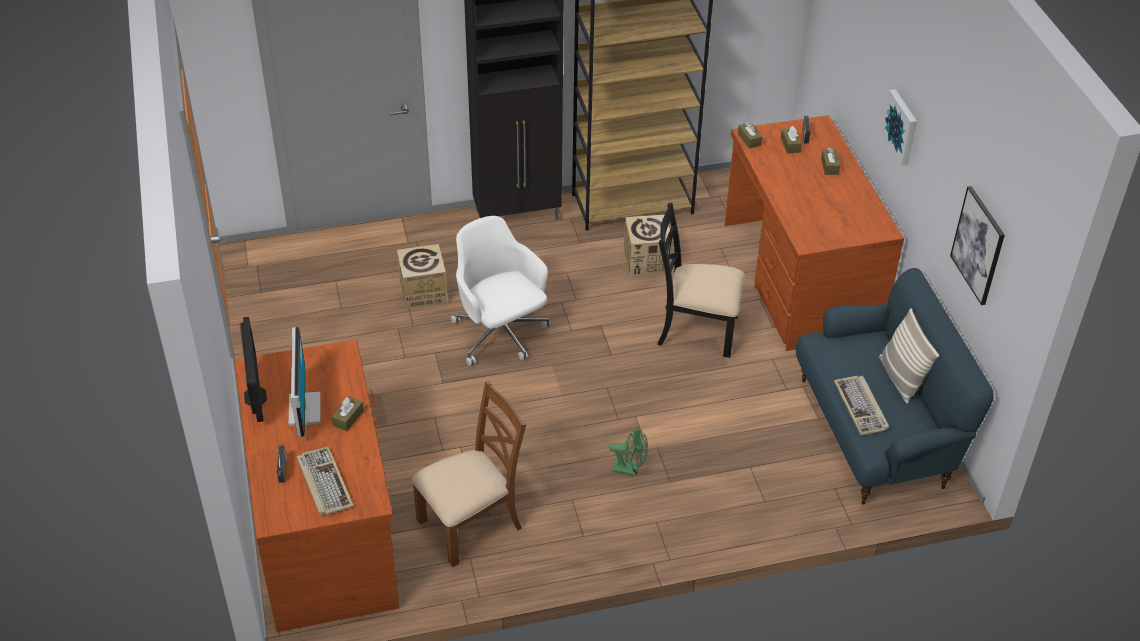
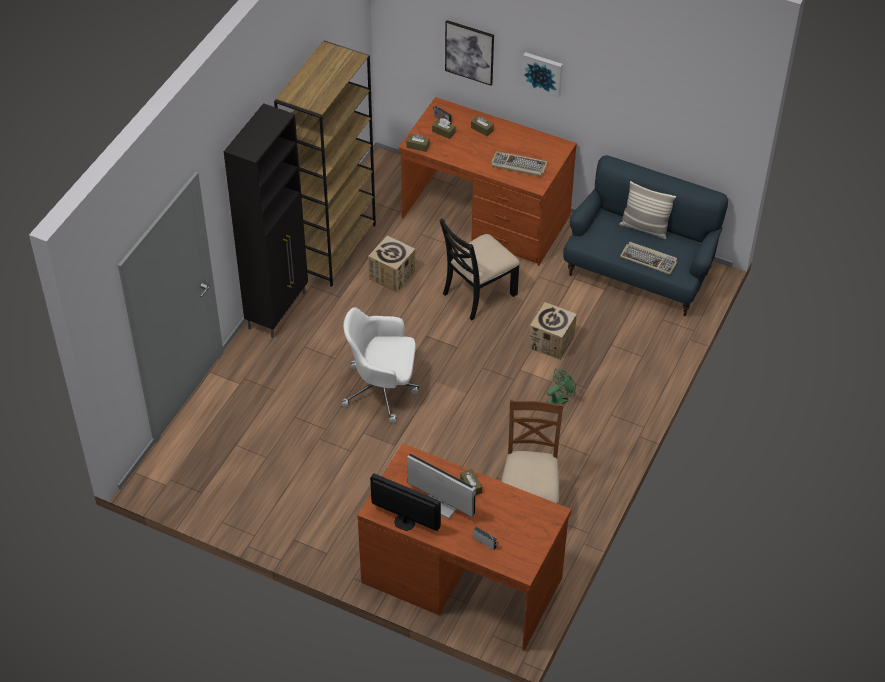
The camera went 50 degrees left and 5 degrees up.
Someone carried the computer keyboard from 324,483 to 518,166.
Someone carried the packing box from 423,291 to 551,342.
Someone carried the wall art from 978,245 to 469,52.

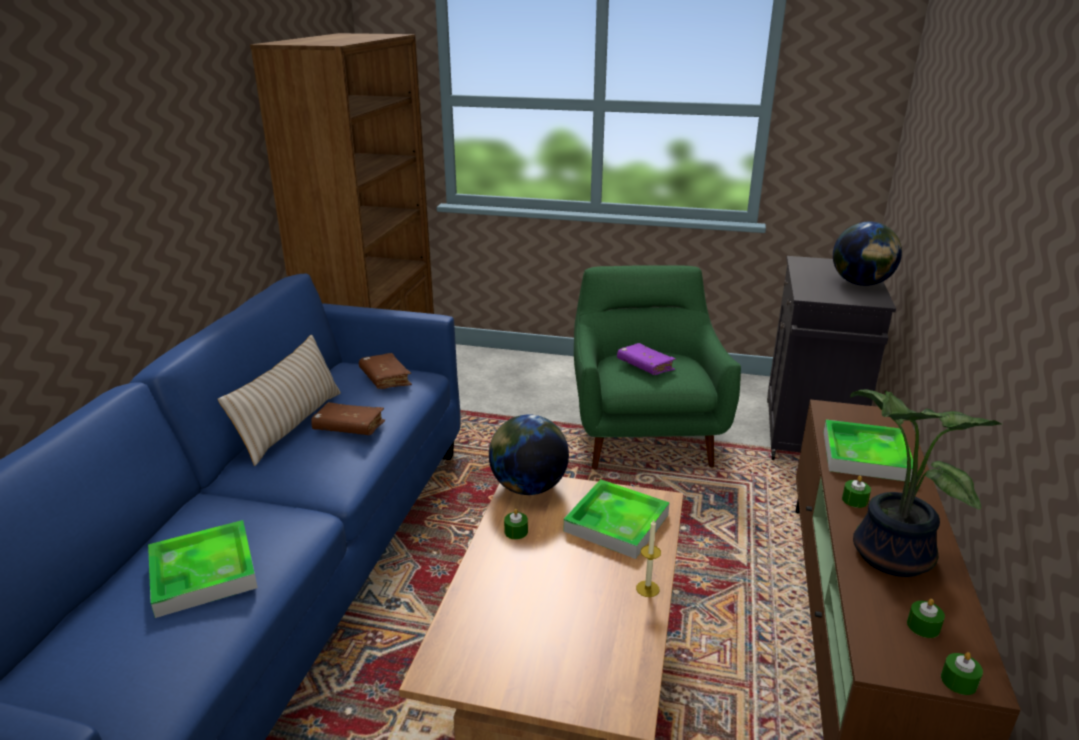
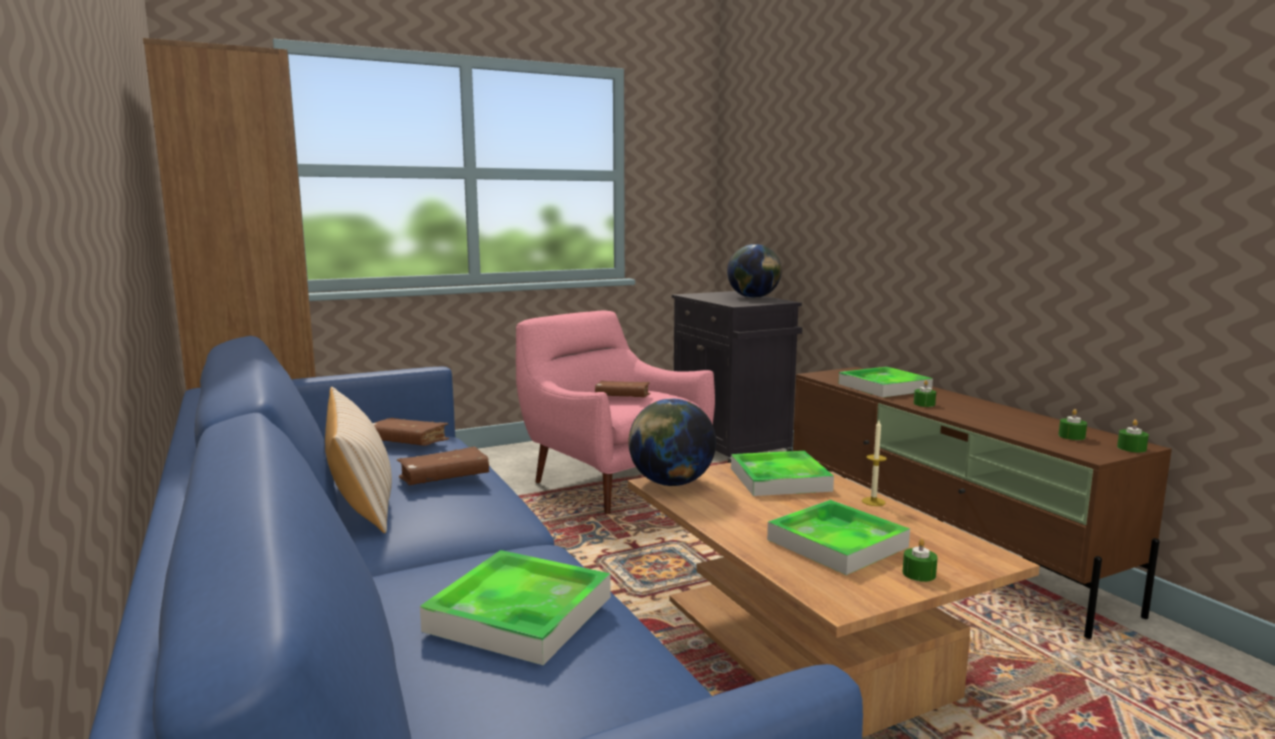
The camera went 40 degrees left and 15 degrees down.
Someone carried the wax candle/greenish from 516,531 to 919,574.
Someone repainted the armchair/greenish at 643,434, which became the armchair/pink-coloured at 611,481.
Someone repainted the bound book/purplish at 645,366, which became the bound book/brown-coloured at 622,397.
Someone took away the plant in a pot at 886,554.
Someone put down the tray at 837,543.

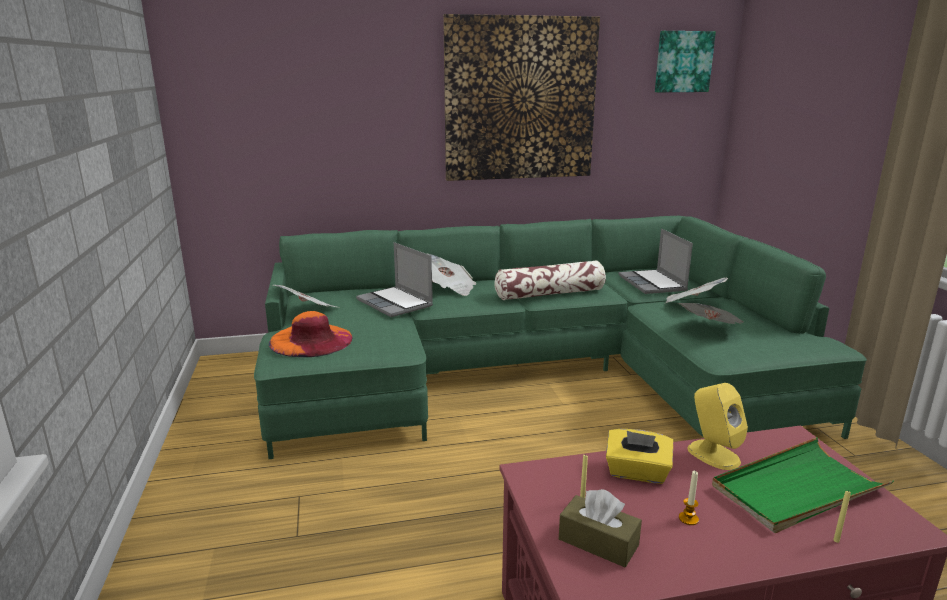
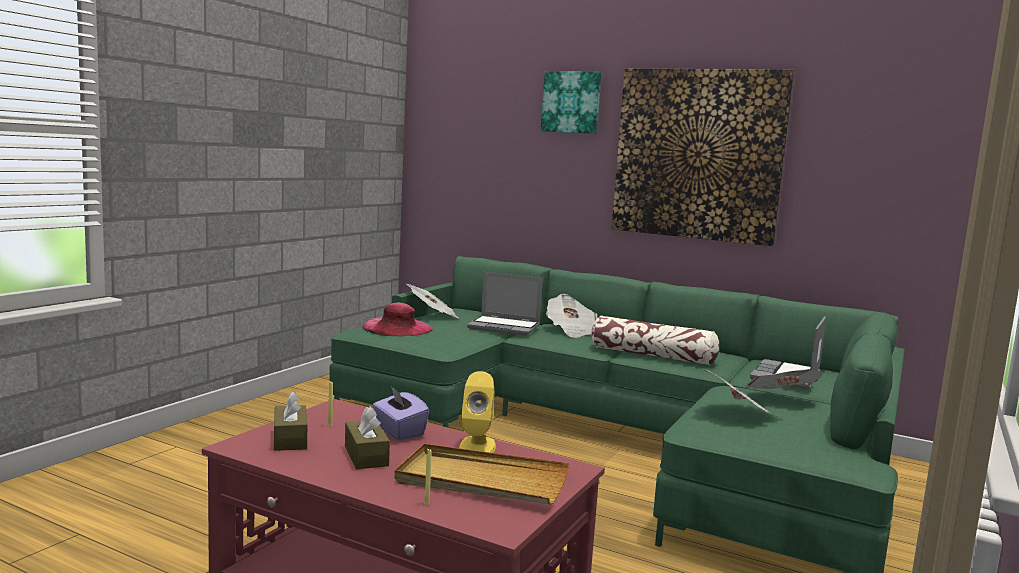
The camera went 40 degrees right and 10 degrees down.
Someone repainted the wearable hat/orange-coloured at 311,340, which became the wearable hat/pink-coloured at 397,327.
Someone rotated the portable computer at 396,303 by 75 degrees counterclockwise.
Someone repainted the tissue holder/yellowish at 637,473, which became the tissue holder/purplish at 399,431.
Someone carried the wall art from 683,62 to 571,102.
Someone swapped the wax candle at 688,519 for the tissue holder/brown-coloured at 366,456.
Someone repainted the tray/greenish at 797,489, which became the tray/beige-coloured at 481,481.

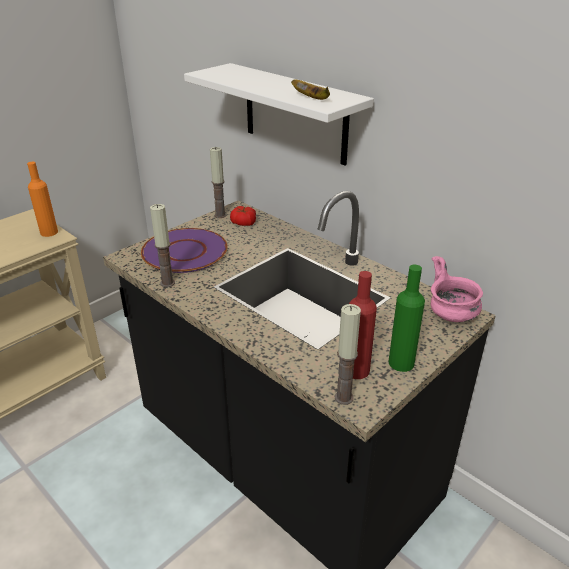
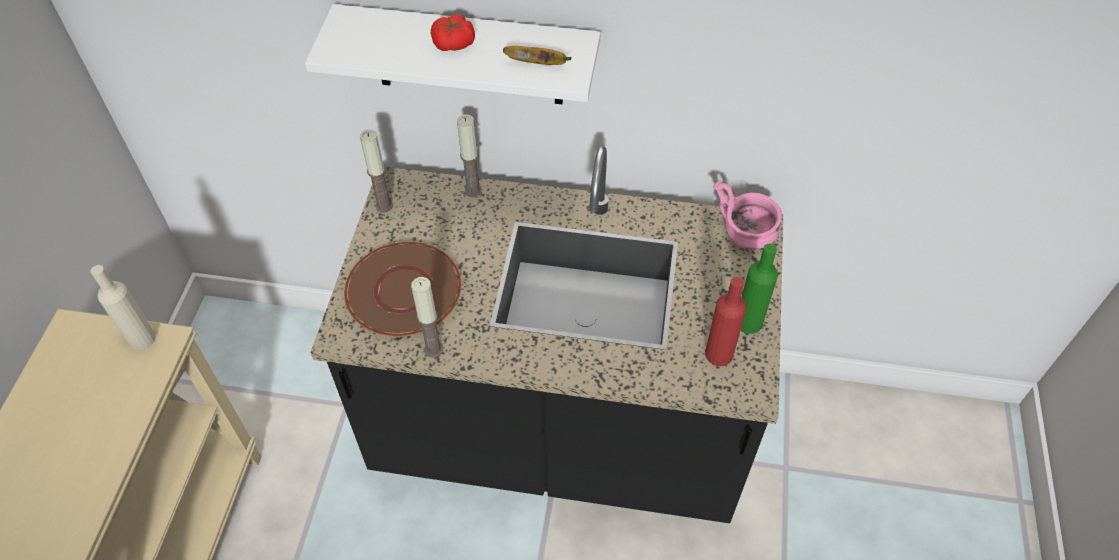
The camera went 35 degrees left and 20 degrees up.
Someone repainted the drink bottle/orange-coloured at 49,232, which became the drink bottle/beige-coloured at 142,339.
Someone repainted the dinner plate/purplish at 185,251, which became the dinner plate/brown-coloured at 404,290.
Someone carried the whole tomato from 243,223 to 454,43.
Someone carried the wax candle from 344,398 to 473,191.

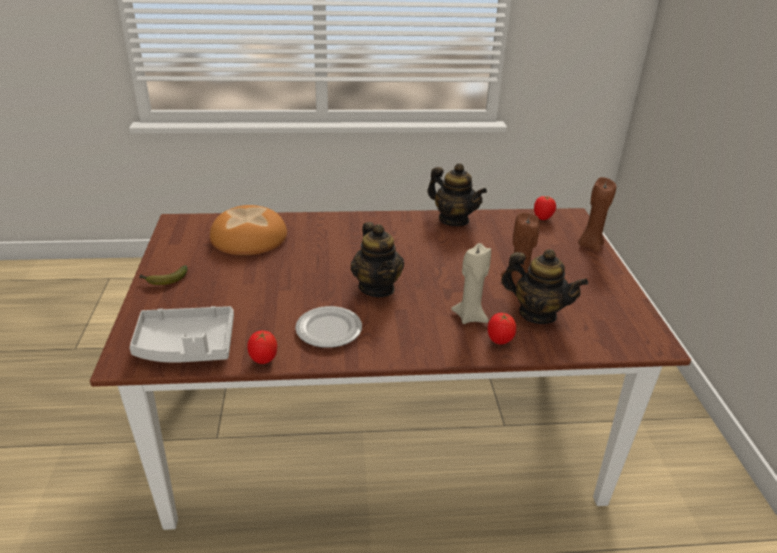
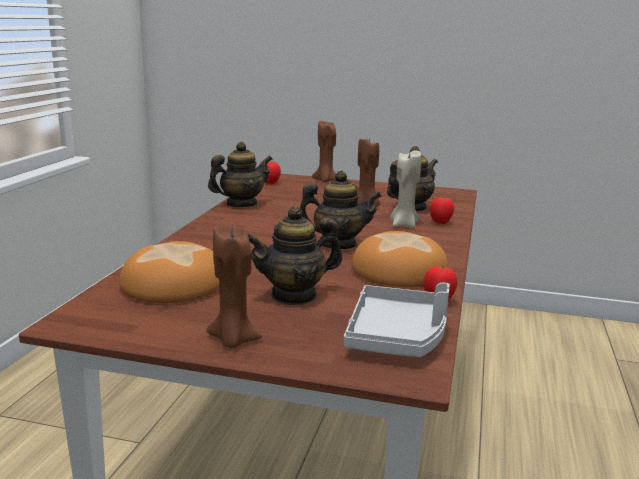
The camera went 70 degrees left and 15 degrees down.
Someone swapped the banana fruit at 164,280 for the wax candle/brown-coloured at 233,340.
Someone swapped the dinner plate at 329,329 for the baked bread at 398,270.
Someone put down the teapot at 294,295.

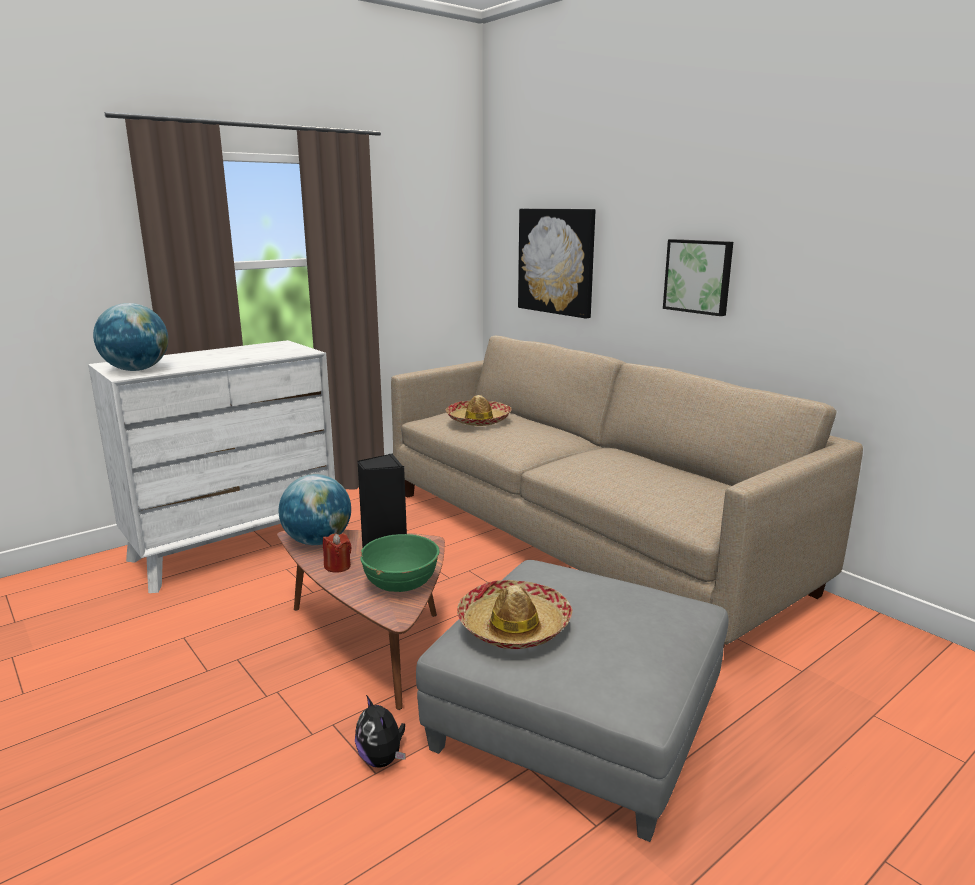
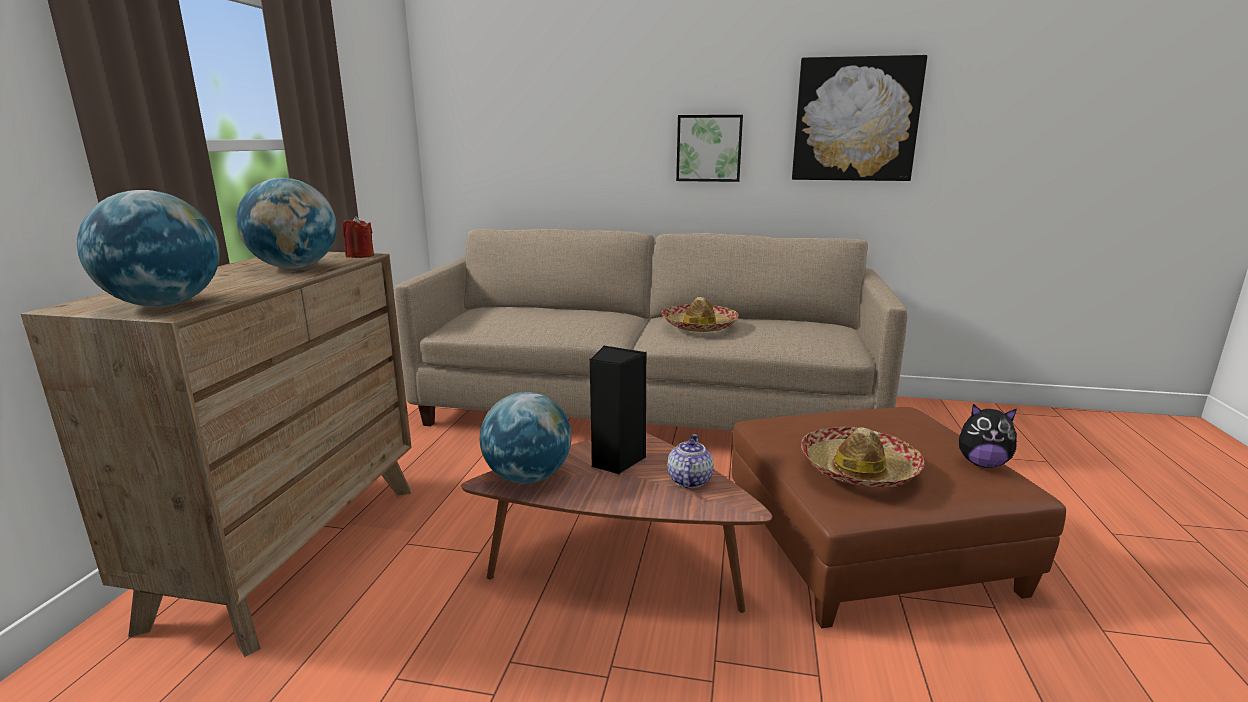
The camera went 40 degrees left and 0 degrees up.
Someone repainted the dresser/white at 234,548, which became the dresser/brown-coloured at 293,549.
Someone carried the wax candle/red-coloured from 337,566 to 360,256.
Someone carried the cuddly toy from 382,759 to 982,463.
Someone swapped the deep dish/greenish at 401,584 for the teapot at 689,480.
Someone repainted the footrest/grey at 578,722, which became the footrest/brown-coloured at 869,544.
Someone carried the wearable hat from 478,420 to 698,326.
Someone carried the wall art from 556,261 to 855,120.
Someone put down the desk globe at 295,267.

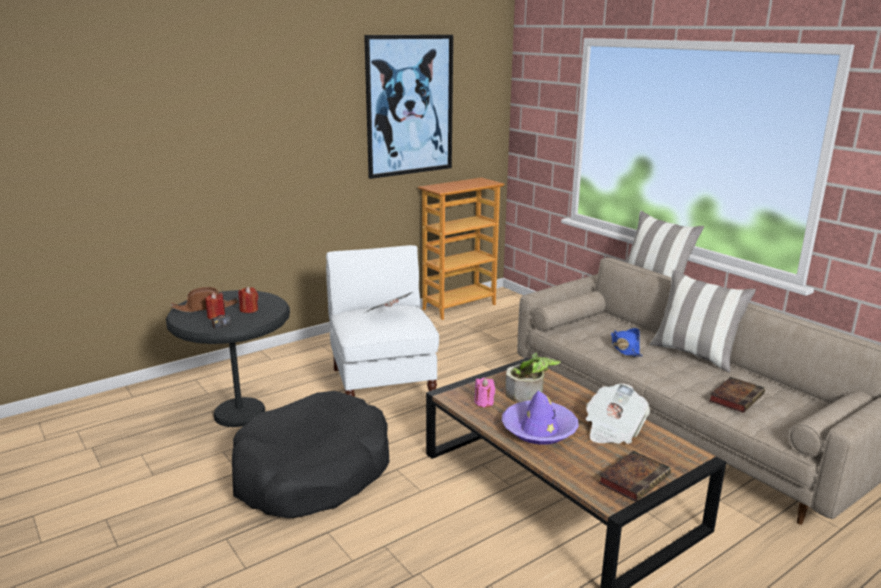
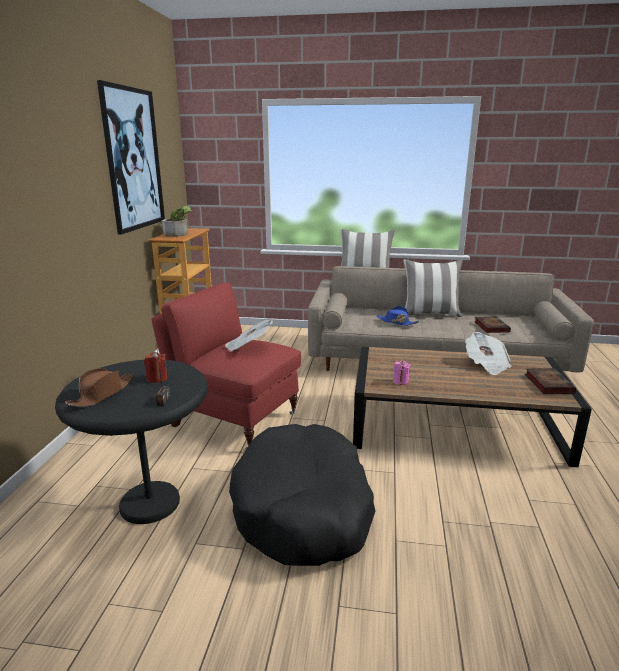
The camera went 45 degrees left and 0 degrees up.
Someone took away the wax candle/red-coloured at 216,316.
Someone repainted the armchair/white at 382,385, which became the armchair/red-coloured at 234,419.
Someone took away the wearable hat/purplish at 539,429.
Someone carried the plant in a pot from 529,394 to 179,234.

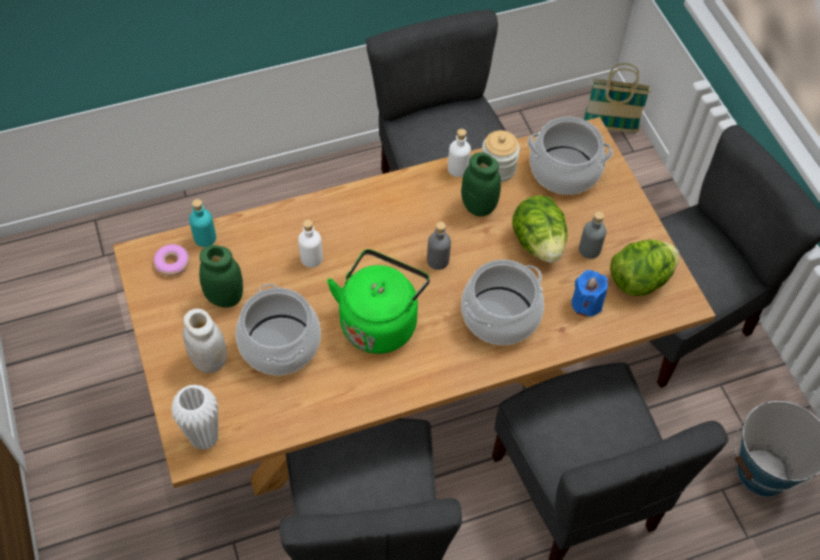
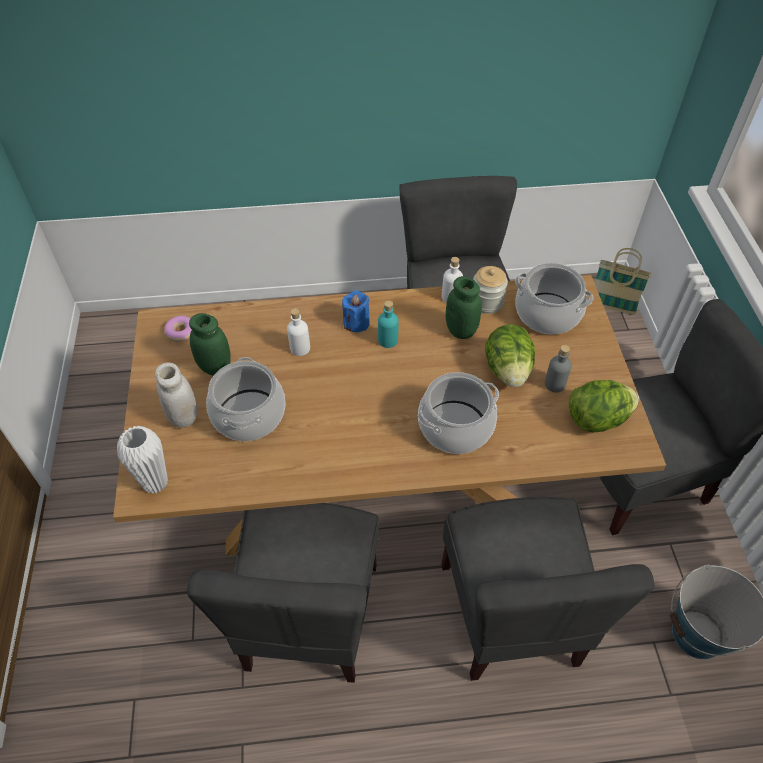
The camera went 15 degrees right and 5 degrees down.
Someone carried the drink bottle/blue-green from 205,238 to 388,340.
Someone took away the tea kettle/greenish at 380,321.
Someone took away the drink bottle/grey at 438,260.
Someone carried the wax candle/blue from 586,303 to 356,323.

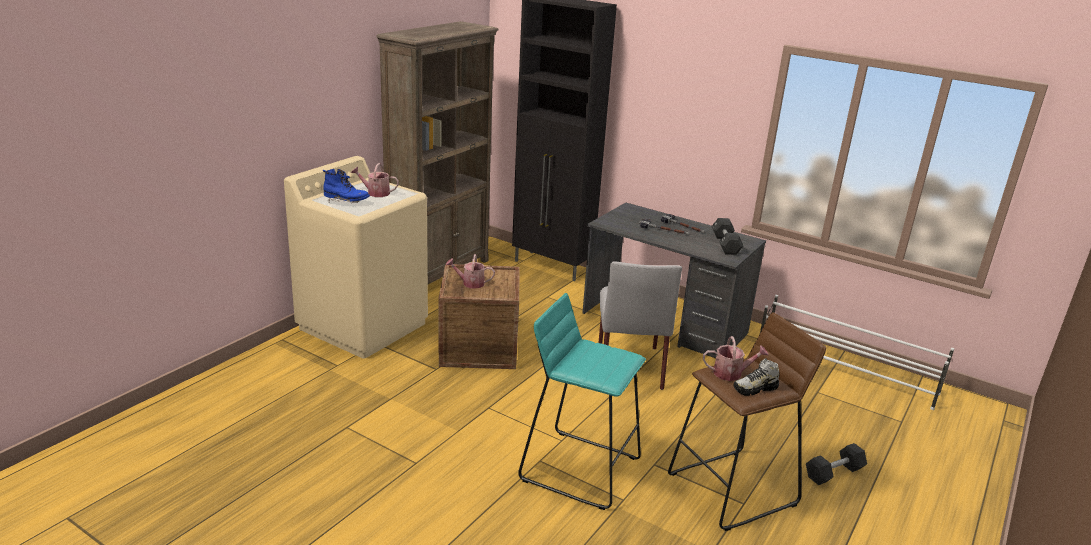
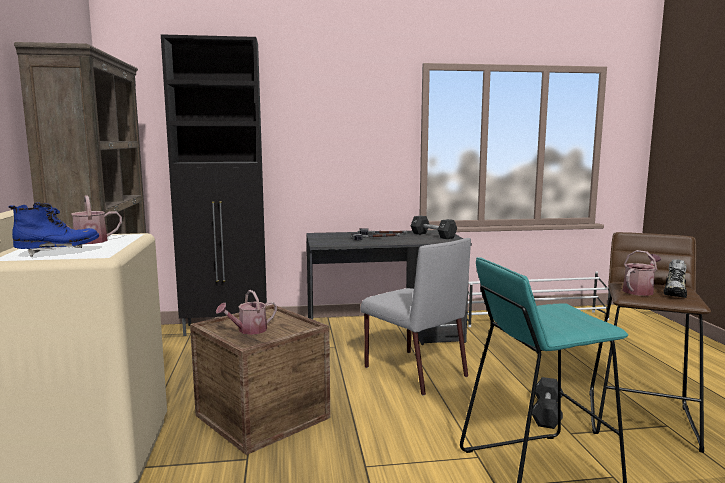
The camera went 40 degrees left and 15 degrees down.
Someone carried the dumbbell/black-coloured from 834,473 to 546,413.

